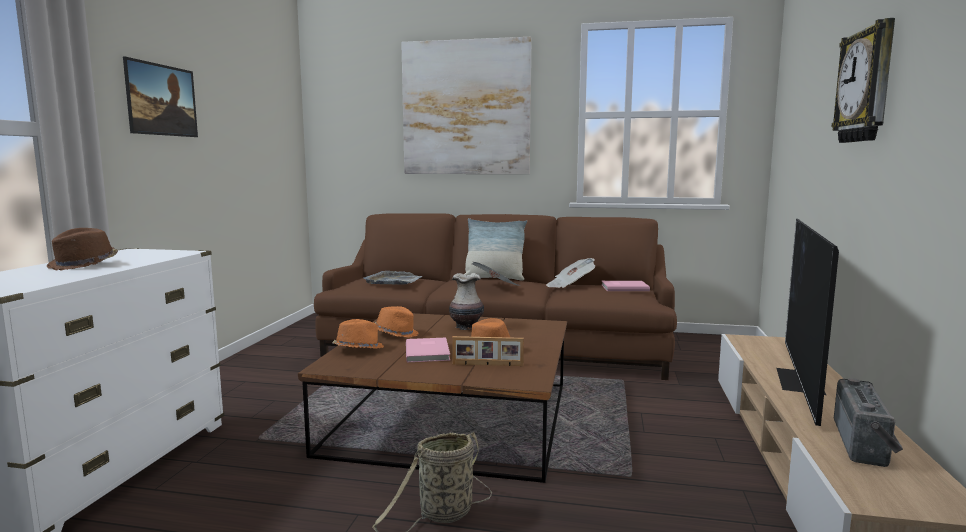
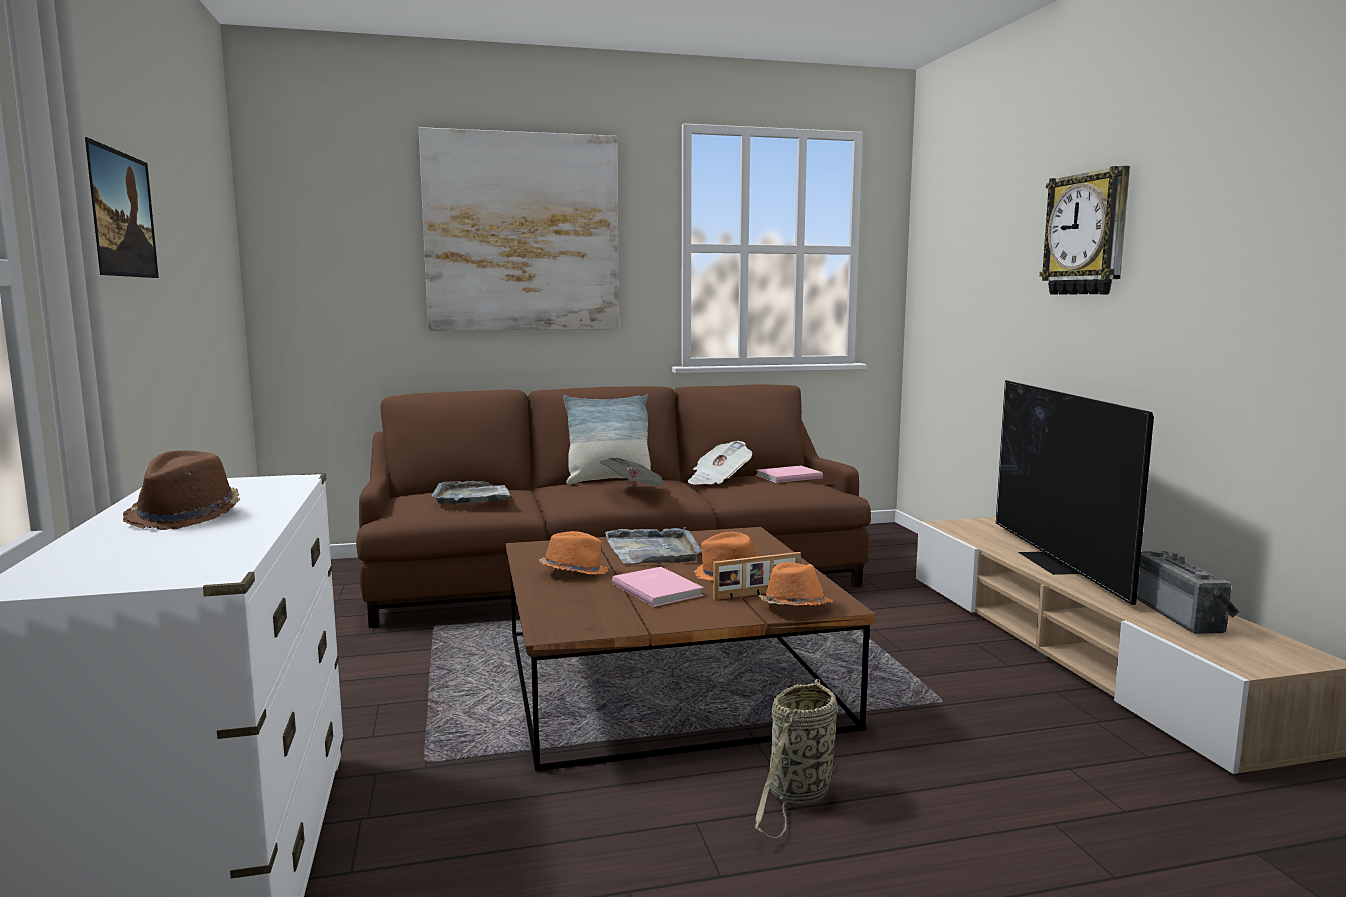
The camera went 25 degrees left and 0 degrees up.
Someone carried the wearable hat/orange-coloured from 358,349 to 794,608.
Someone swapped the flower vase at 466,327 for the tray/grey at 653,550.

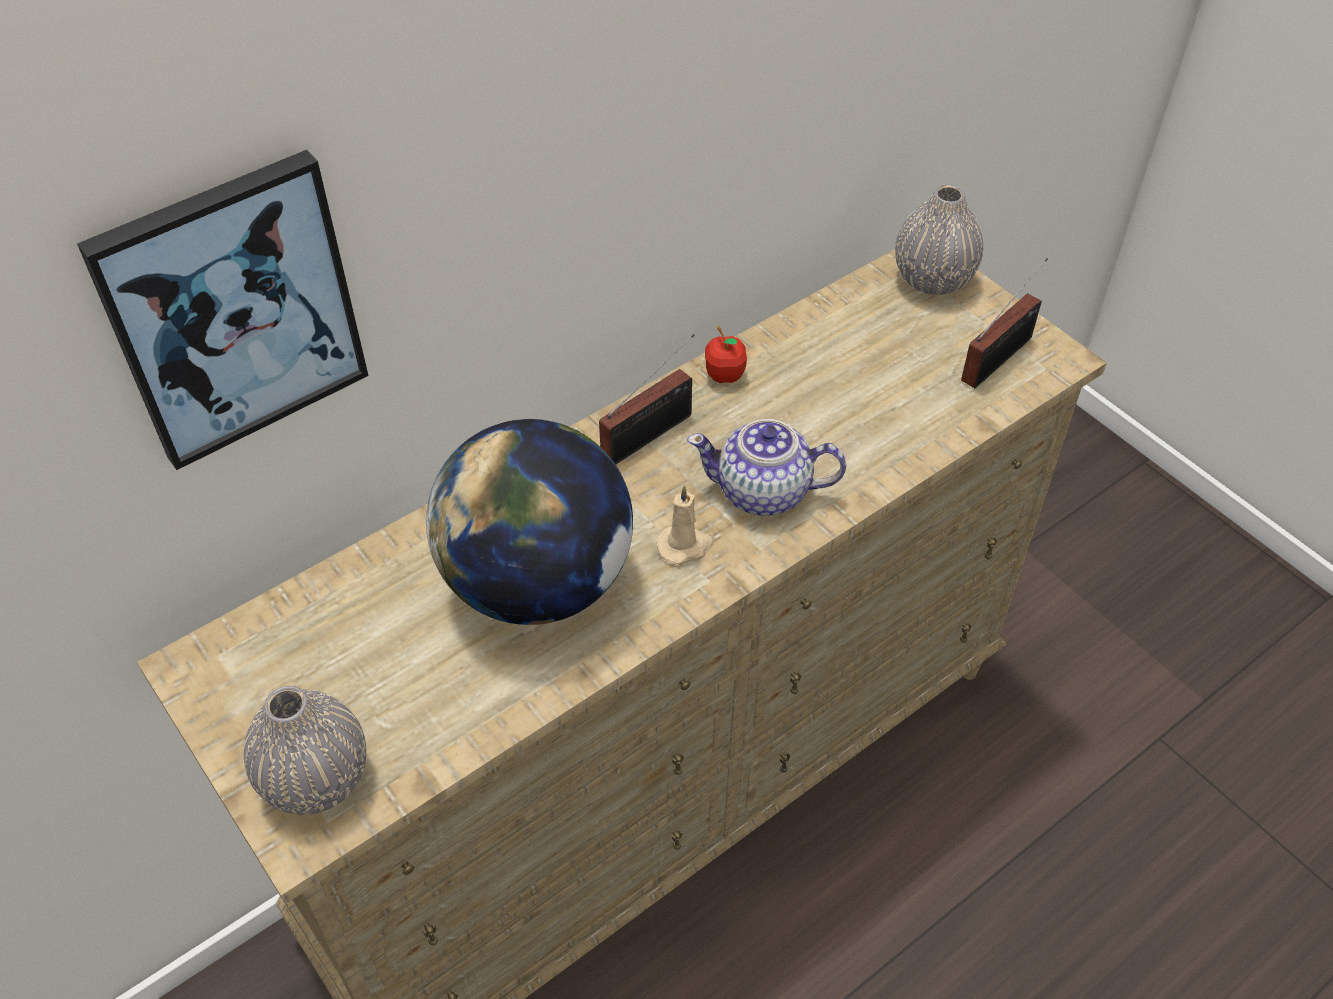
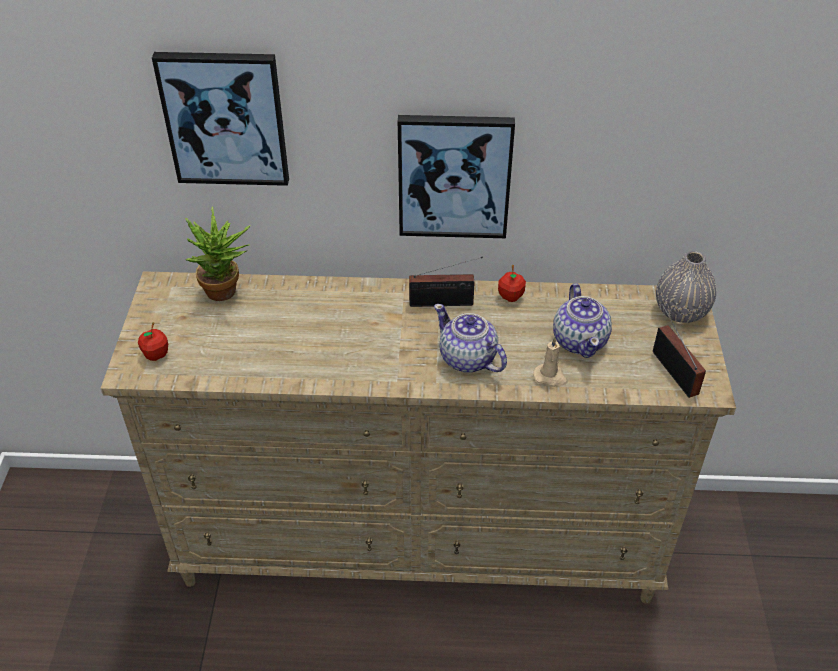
The camera went 40 degrees right and 5 degrees down.
Someone swapped the flower vase/grey at 316,778 for the apple fruit at 156,355.
Someone took away the desk globe at 538,582.
Someone carried the wax candle/beige-coloured from 685,546 to 550,377.
Someone rotated the radio at 1001,357 by 105 degrees counterclockwise.
Someone put down the plant in a pot at 226,293.
Someone put up the wall art at 454,176.
Someone put down the teapot at 580,340.

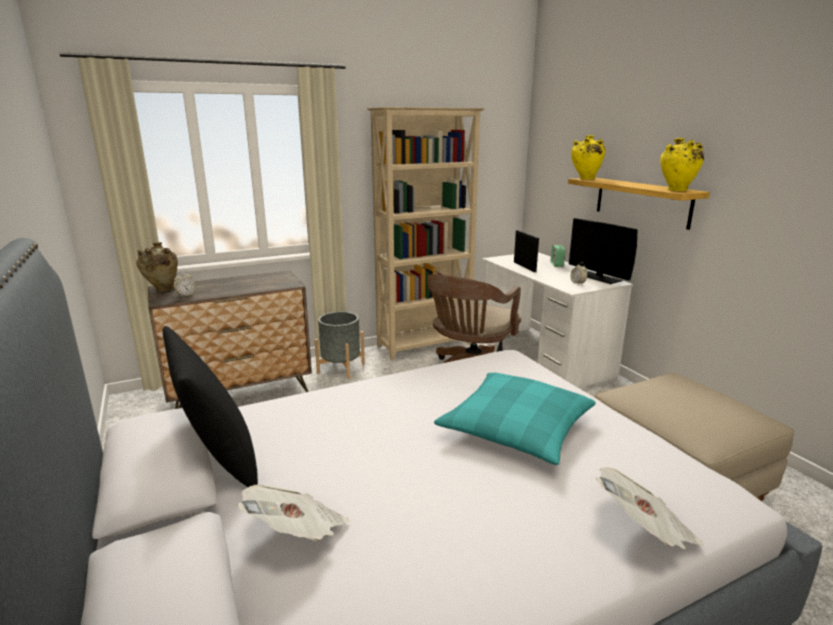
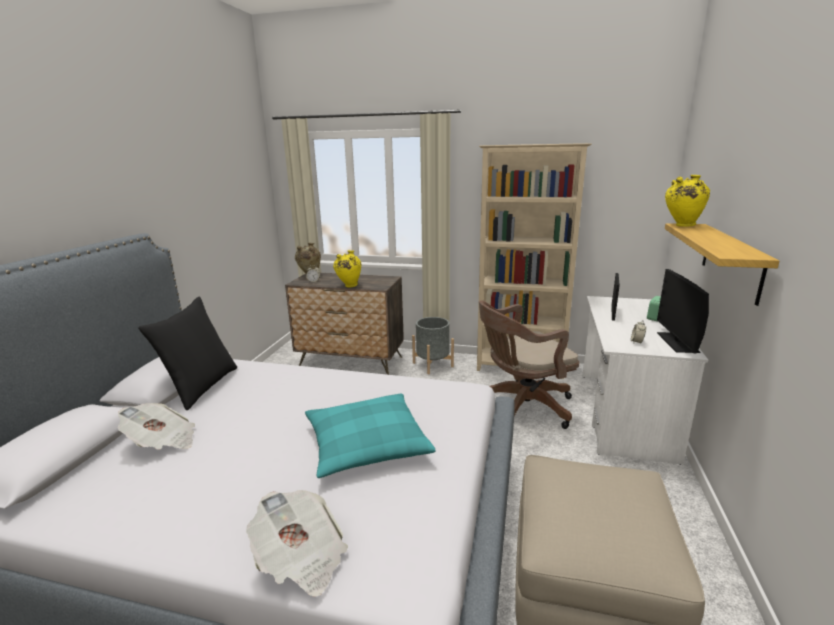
The camera went 40 degrees right and 0 degrees up.
Someone carried the flower vase/yellowish from 676,190 to 349,286.

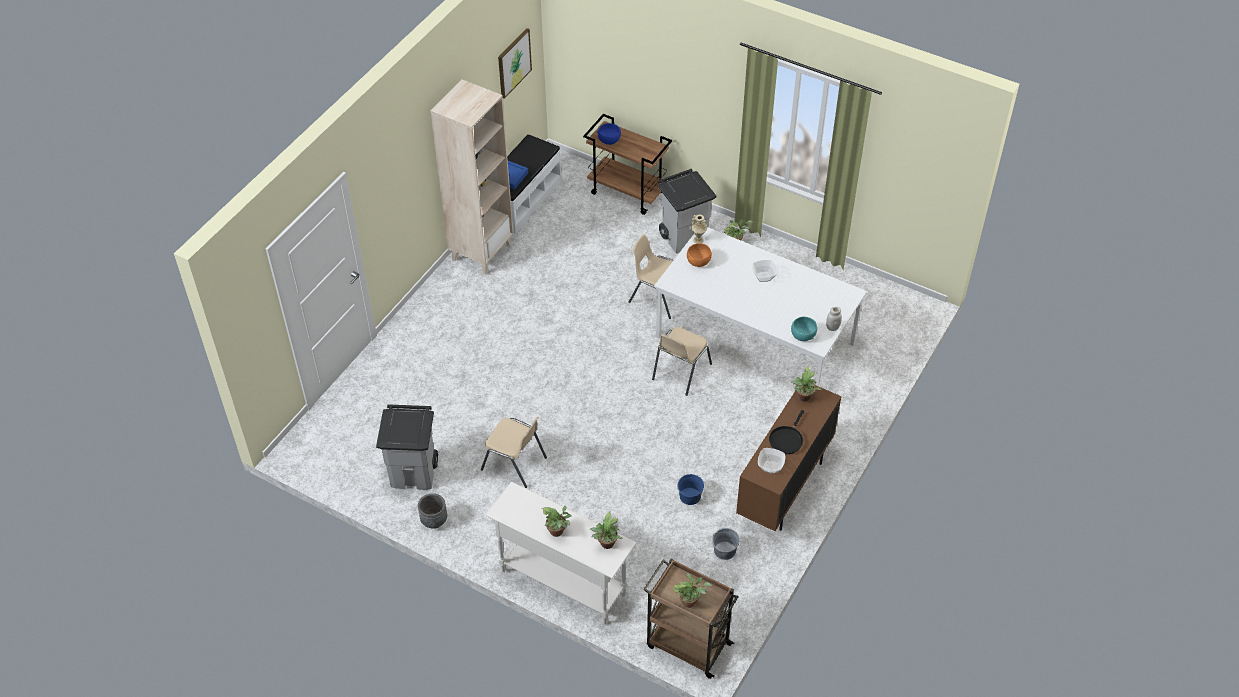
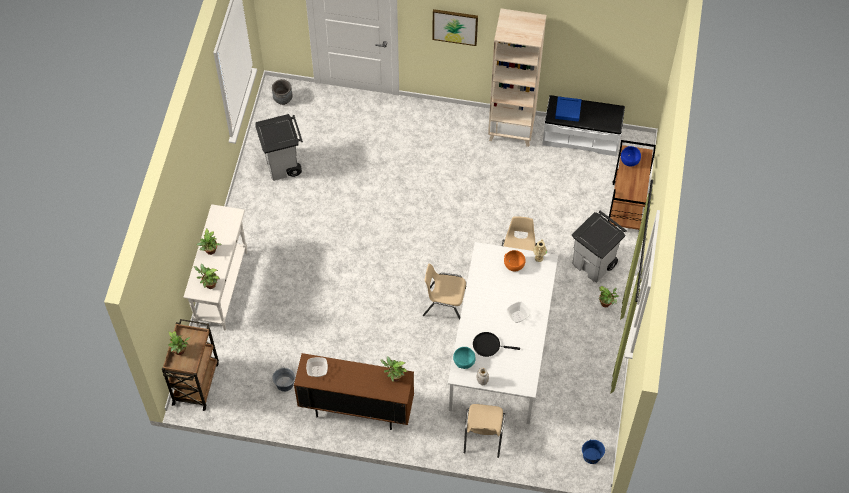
The camera went 70 degrees right and 10 degrees up.
Someone carried the flower pot/grey from 434,520 to 283,99.
Someone carried the upright chair/beige-coloured from 515,464 to 483,436.
Someone carried the wall art from 514,63 to 455,26.
Someone carried the pail/blue from 690,496 to 591,456.
Someone carried the frying pan/black-coloured from 786,439 to 488,345.

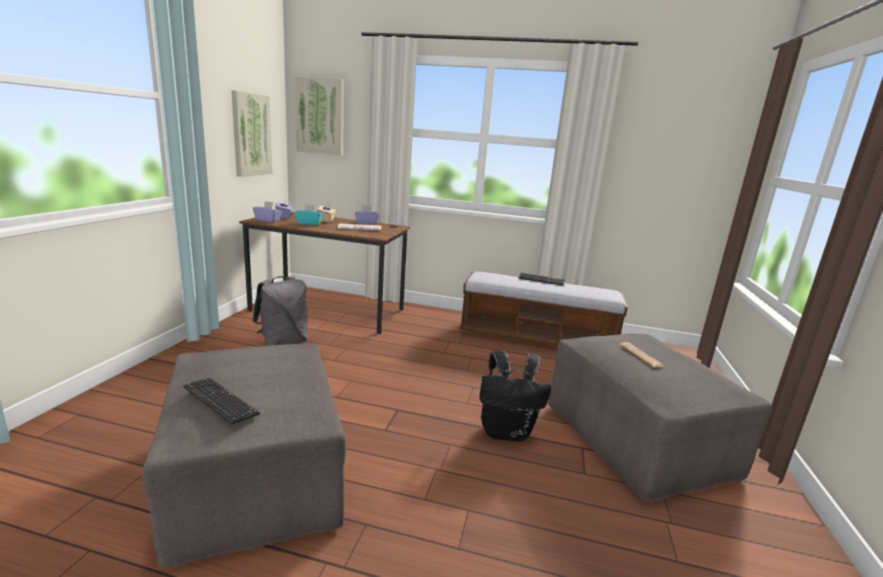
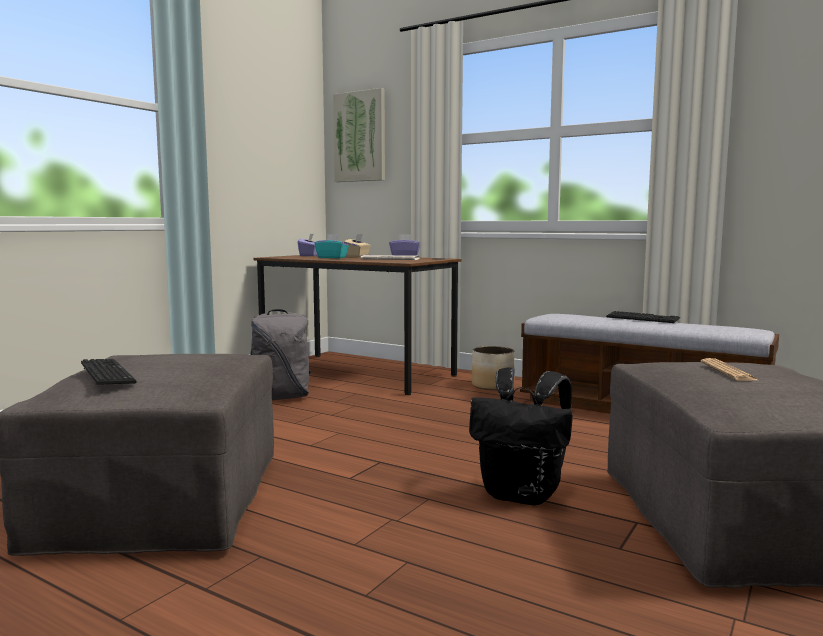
The camera went 20 degrees right and 10 degrees down.
Someone took away the wall art at 251,135.
Someone took away the tissue holder/purplish at 268,220.
Someone put down the flower pot at 492,385.

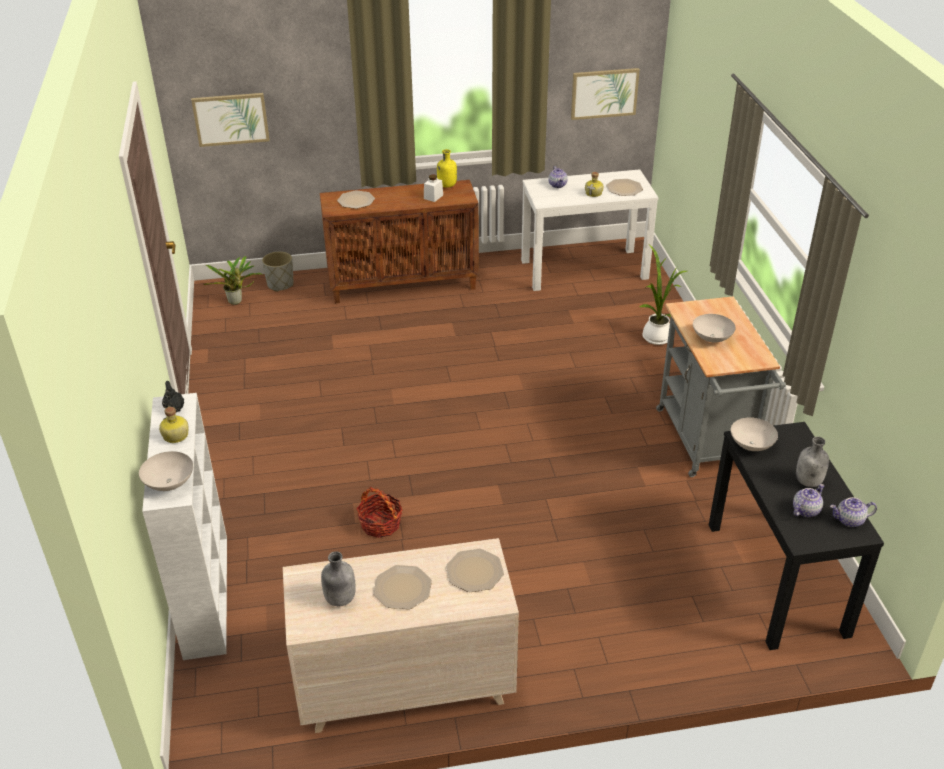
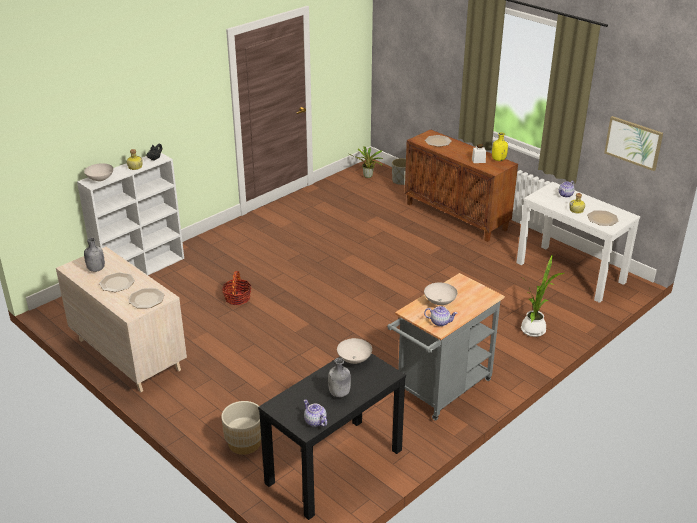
The camera went 55 degrees right and 5 degrees down.
Someone took away the wall art at 231,119.
Someone carried the teapot from 805,510 to 440,322.
Someone put down the flower pot/beige-coloured at 244,443.

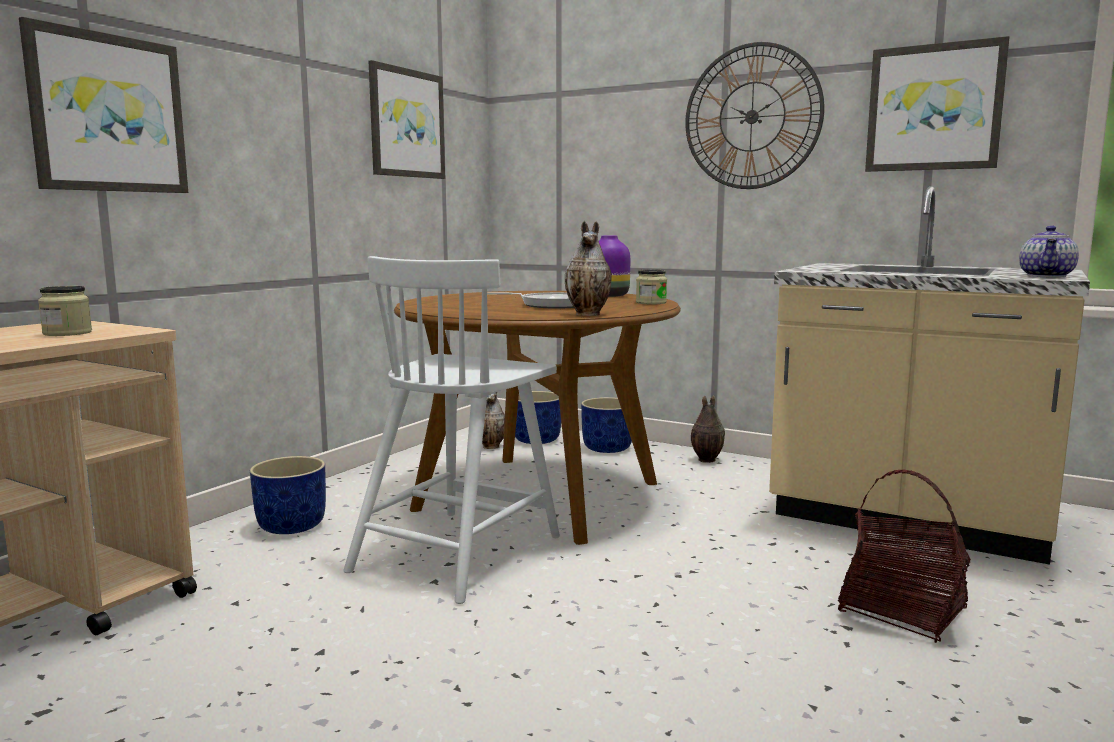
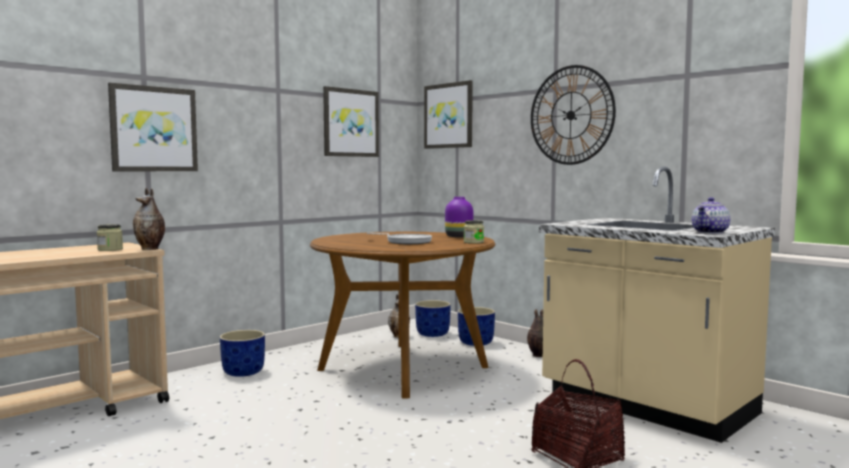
The camera went 15 degrees right and 5 degrees down.
Someone took away the upright chair/white at 458,552.
Someone carried the flower vase from 589,314 to 151,249.
Someone carried the wall art from 934,108 to 449,115.

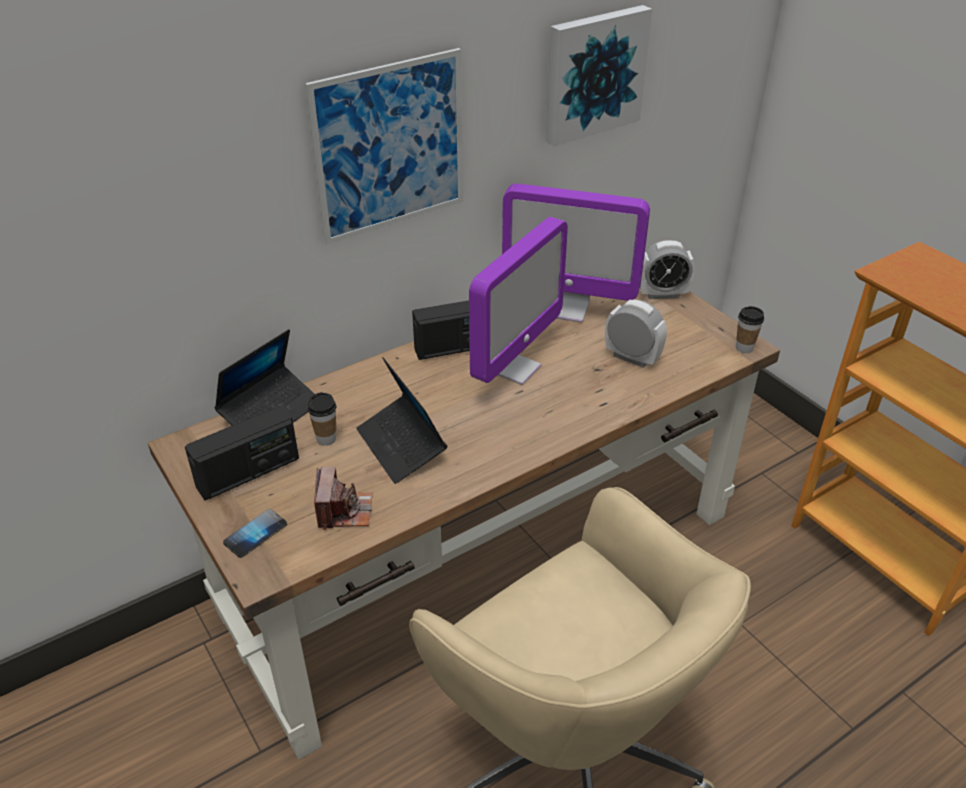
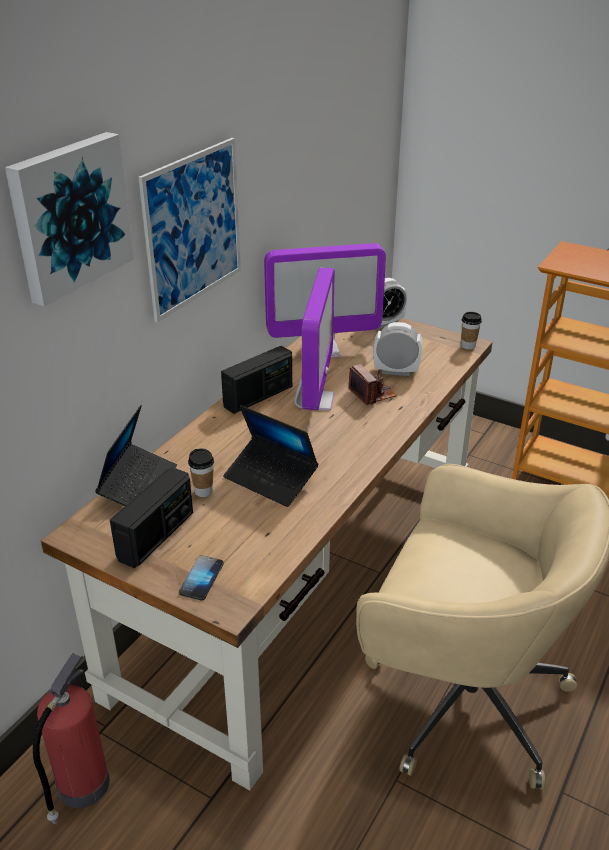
The camera went 25 degrees left and 5 degrees down.
Someone carried the photo camera from 344,511 to 372,394.
Someone carried the wall art from 593,74 to 69,216.
Someone put down the extinguisher at 81,787.

